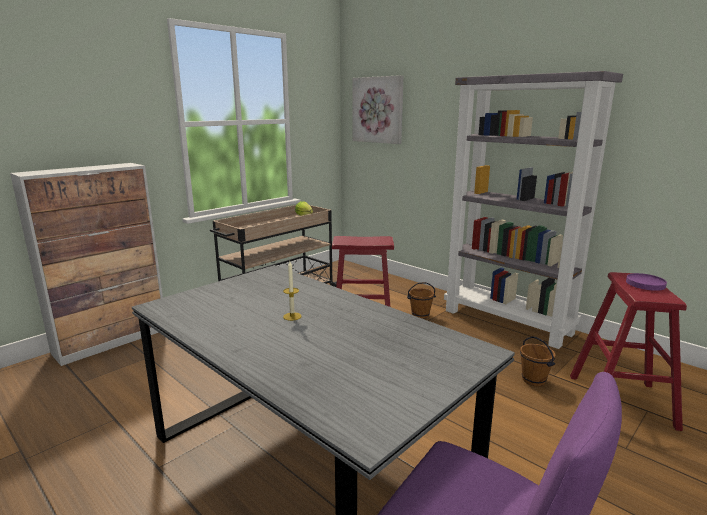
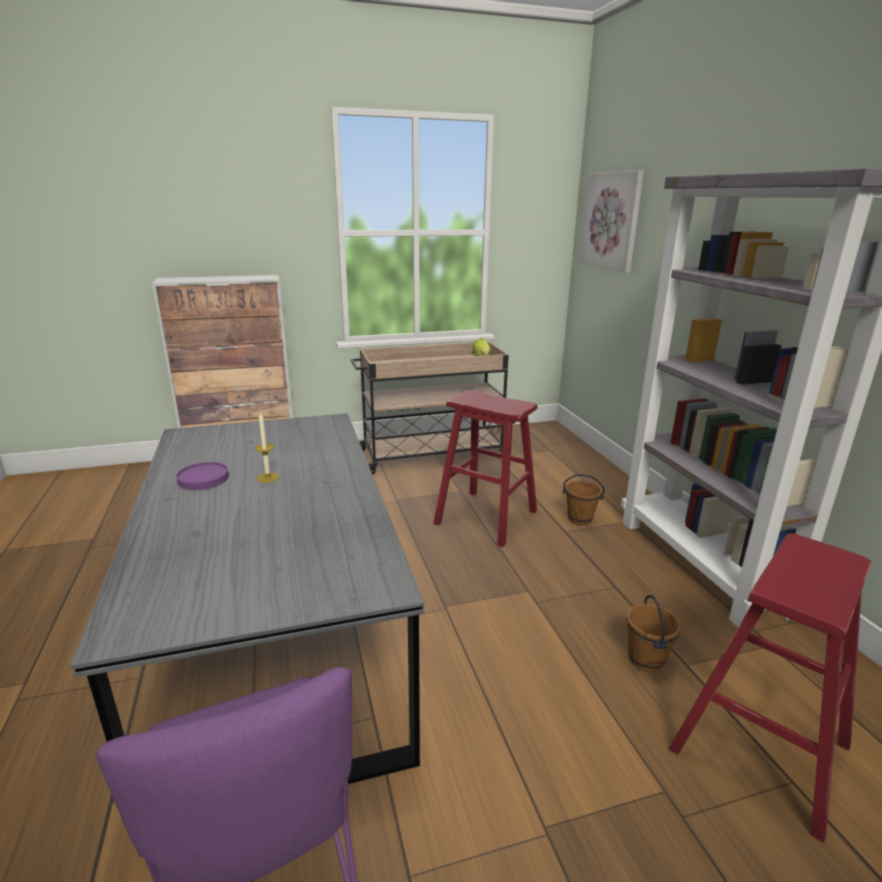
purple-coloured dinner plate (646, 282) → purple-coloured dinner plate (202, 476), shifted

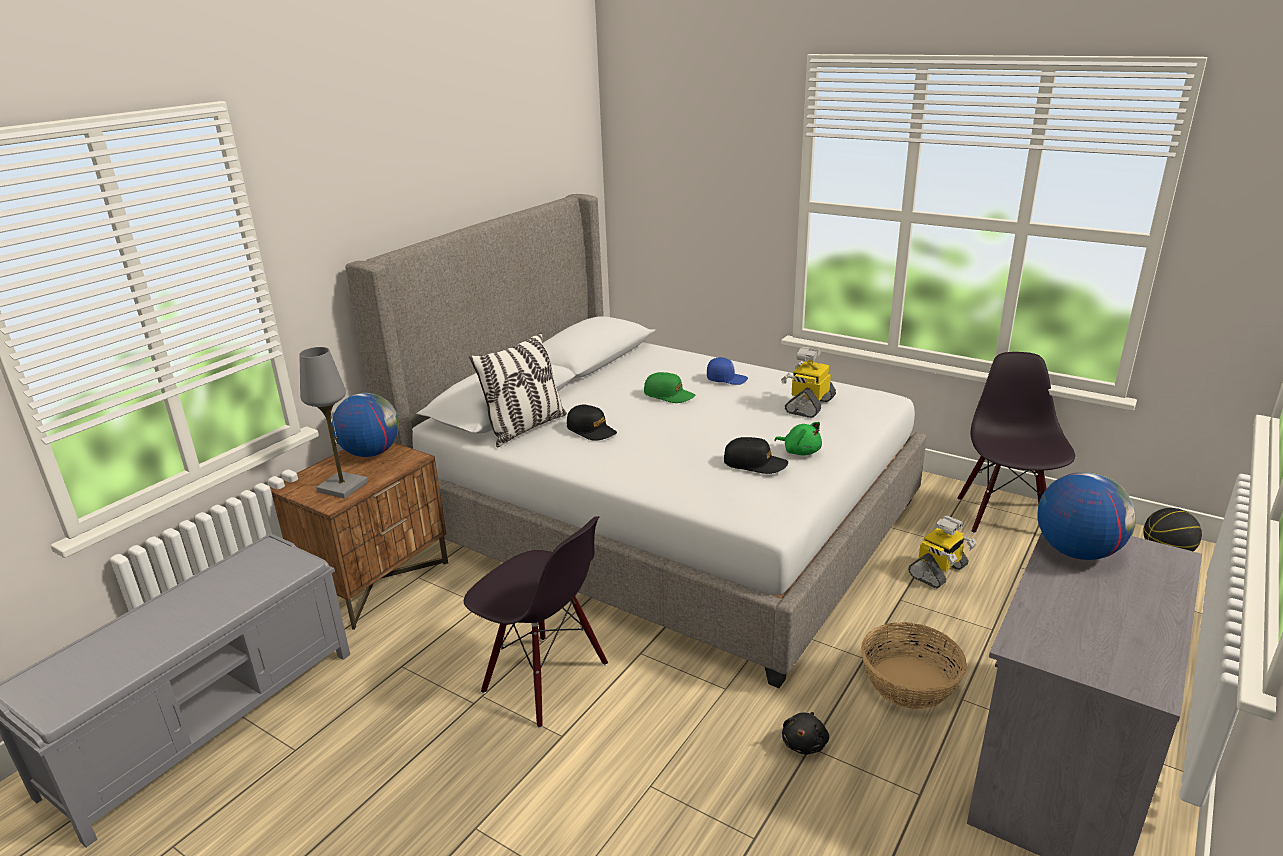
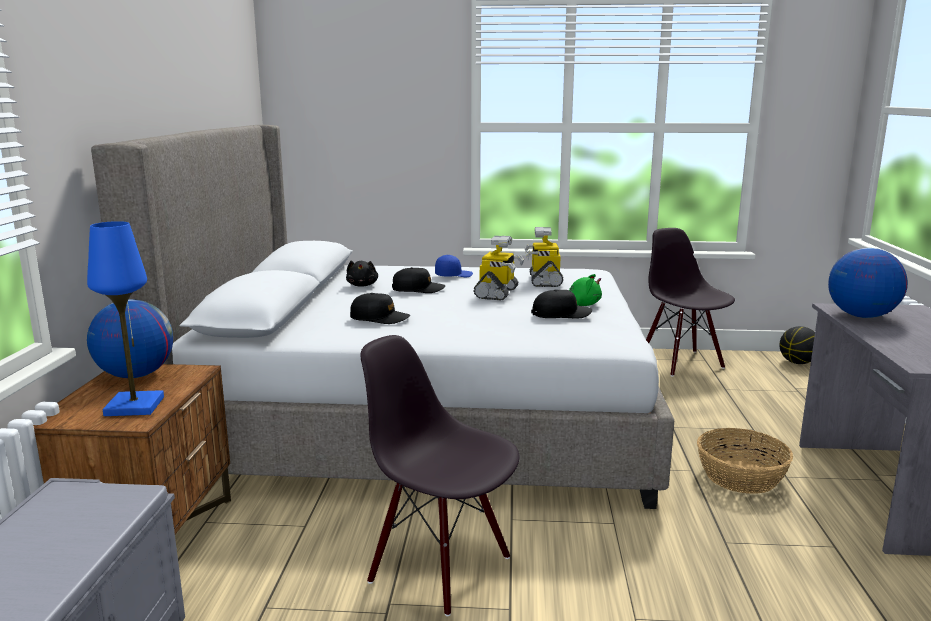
pillow (518, 389) → -
gray lamp for a table (334, 423) → bluish lamp for a table (125, 318)
green-coloured baseball cap (669, 387) → black baseball cap (418, 280)
model robot (942, 551) → model robot (498, 268), shifted
black chair (536, 622) → black chair (440, 475), 150 degrees counterclockwise
black soft toy (805, 733) → black soft toy (362, 274), shifted

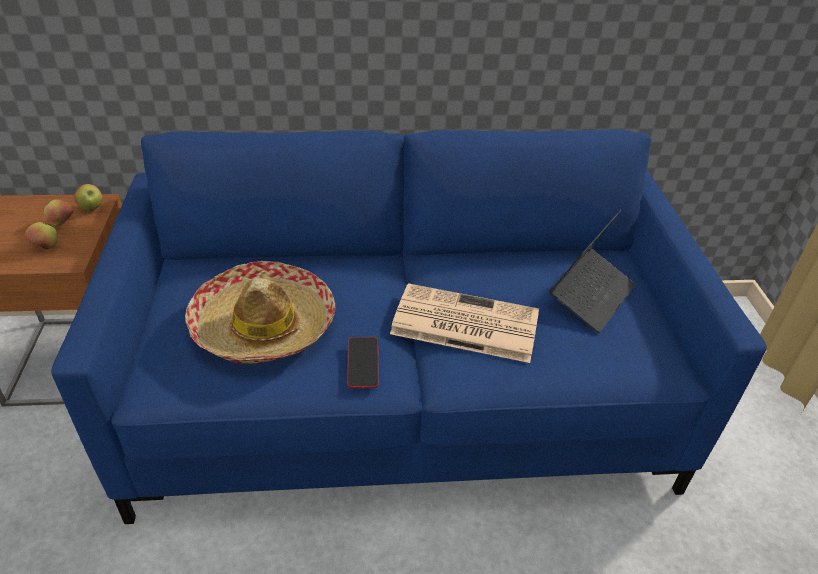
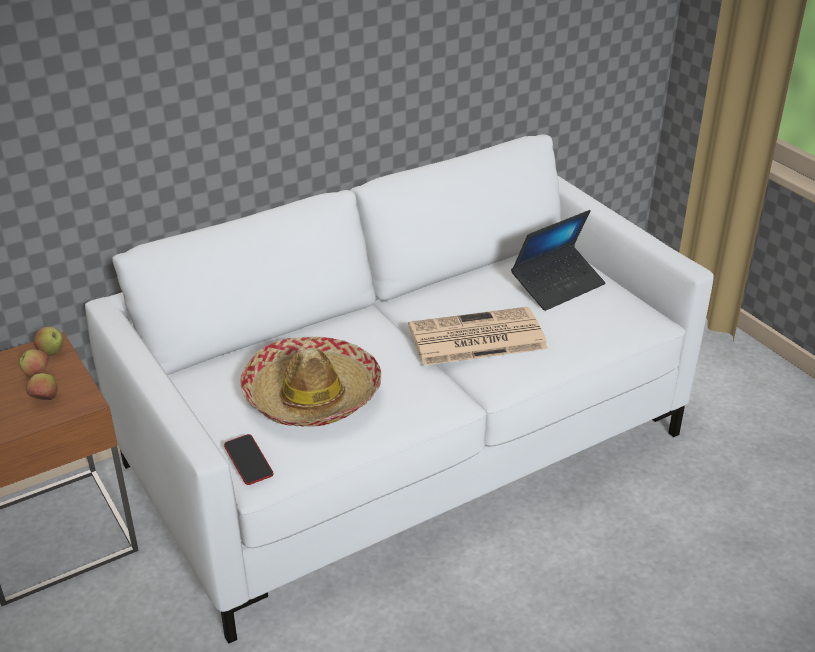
bluish settee (409, 326) → whitish settee (399, 389)
laptop (592, 271) → laptop (558, 260), 45 degrees clockwise
handset (363, 362) → handset (248, 459), shifted

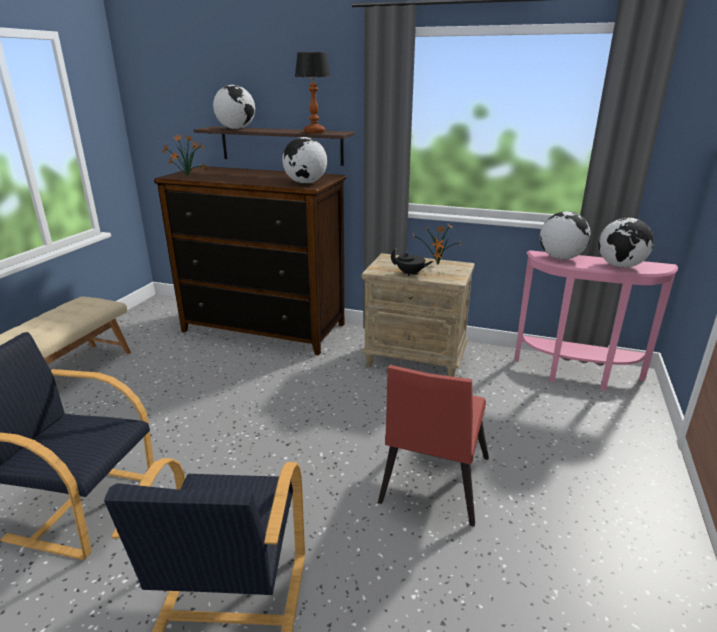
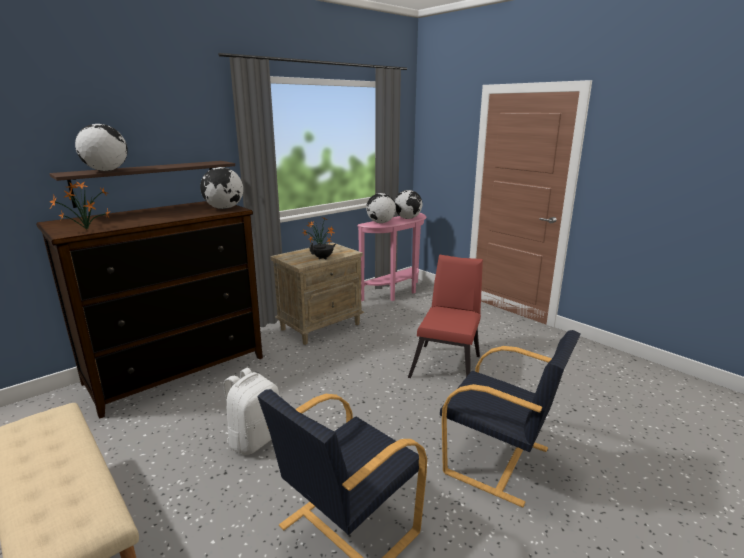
lamp for a table (313, 92) → -
reddish chair (433, 446) → reddish chair (445, 316), 120 degrees counterclockwise
- → whitish rucksack (251, 411)

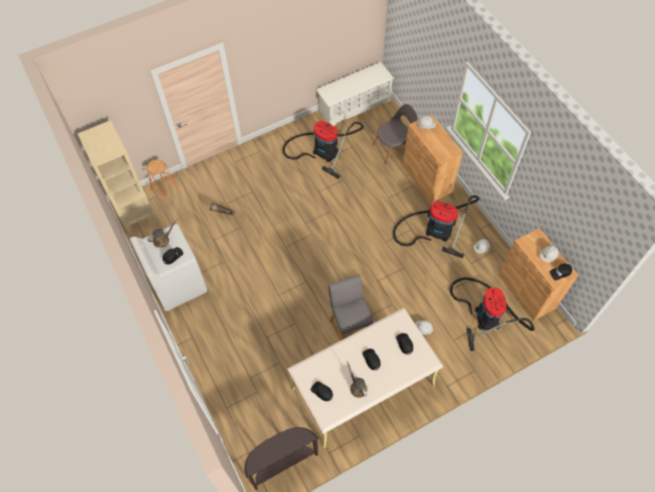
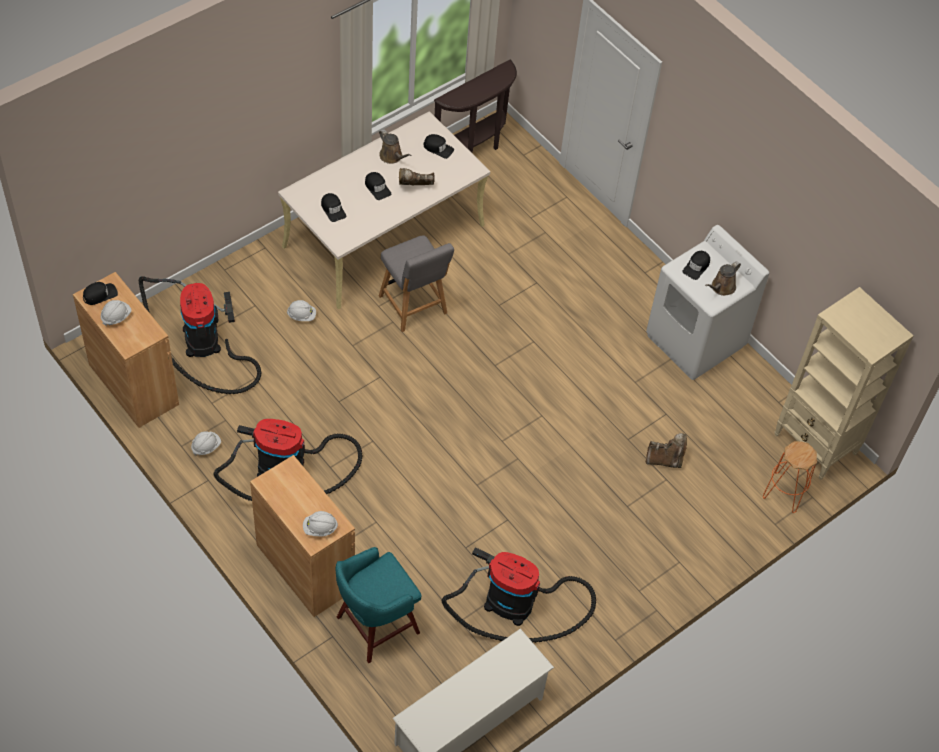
gray chair (395, 134) → turquoise-coloured sitting stool (378, 605)
- → brown-coloured tall boot (417, 176)

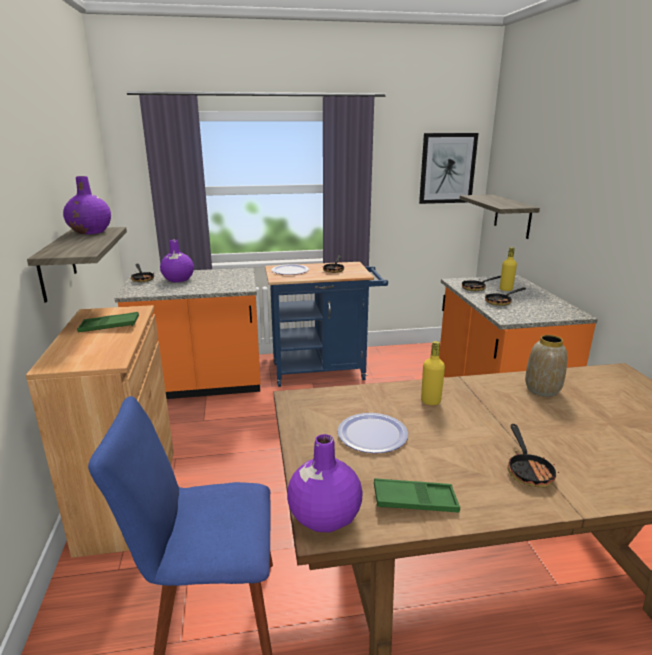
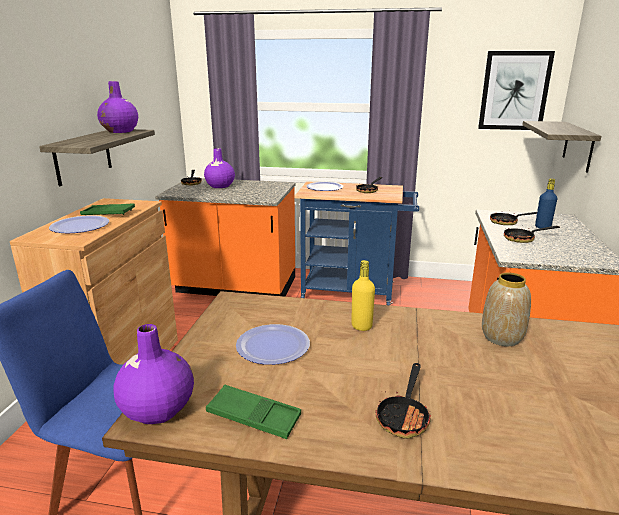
yellow-coloured beverage bottle (508, 269) → bluish beverage bottle (546, 203)
- → dinner plate (79, 224)

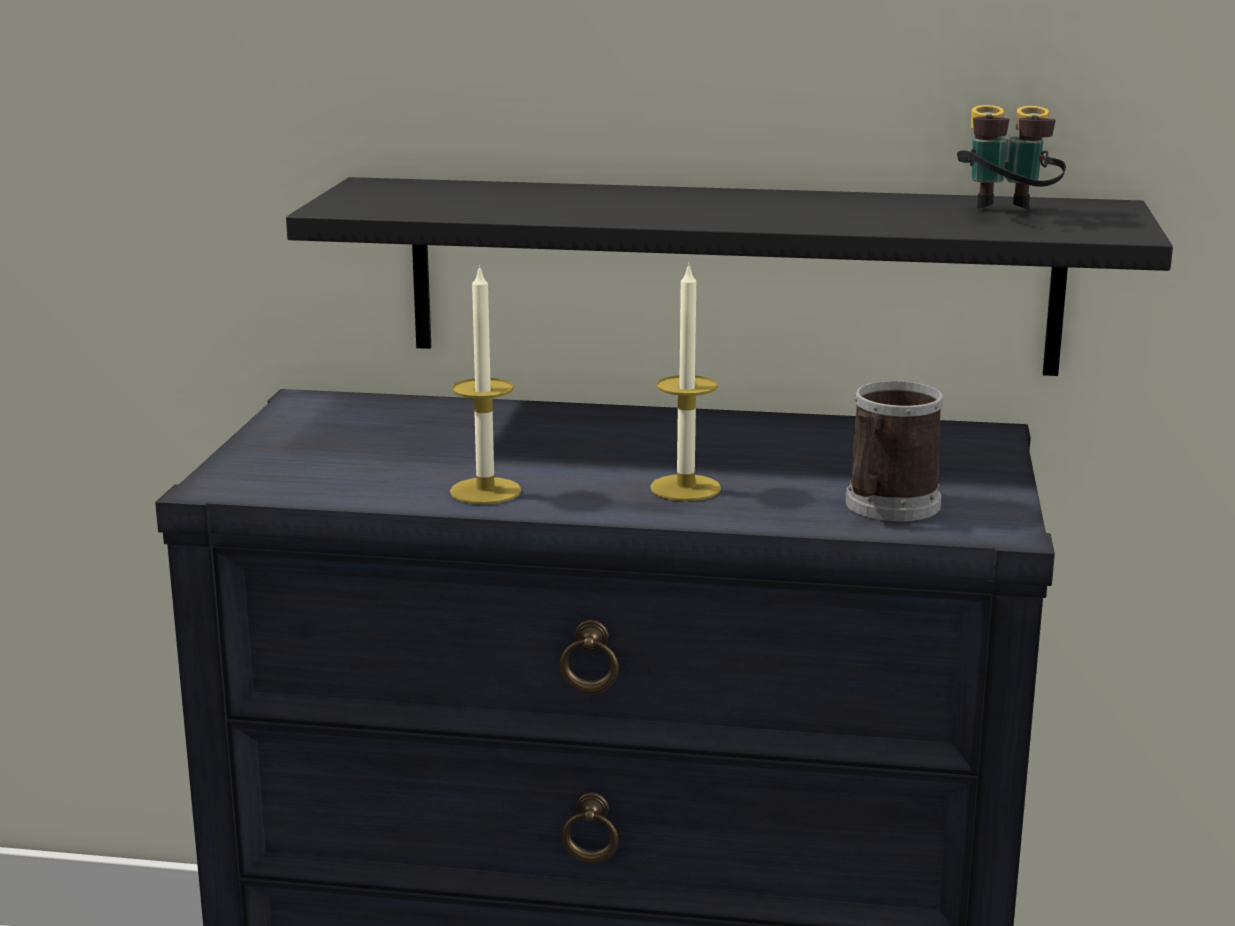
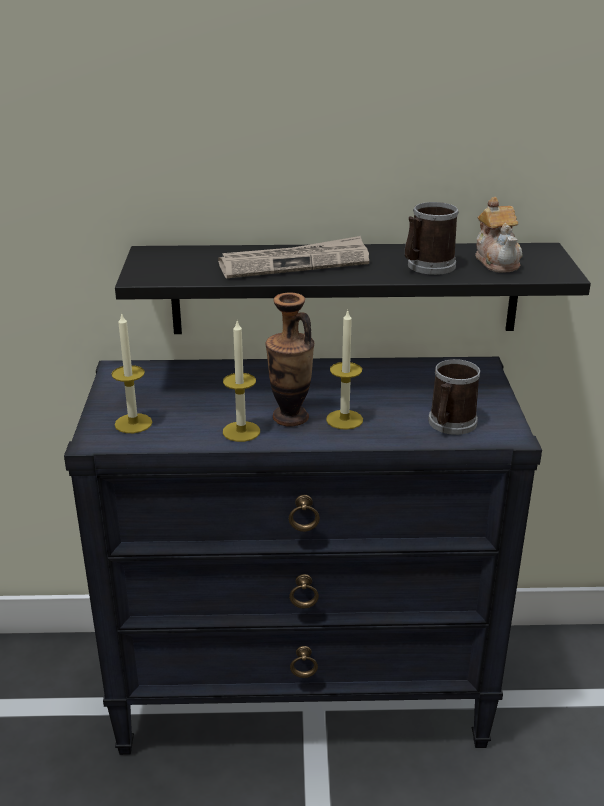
field glasses (1011, 157) → pot for tea (499, 234)
- → coffee mug (432, 238)
- → daily paper (293, 257)
- → vase (290, 359)
- → wax light (131, 372)

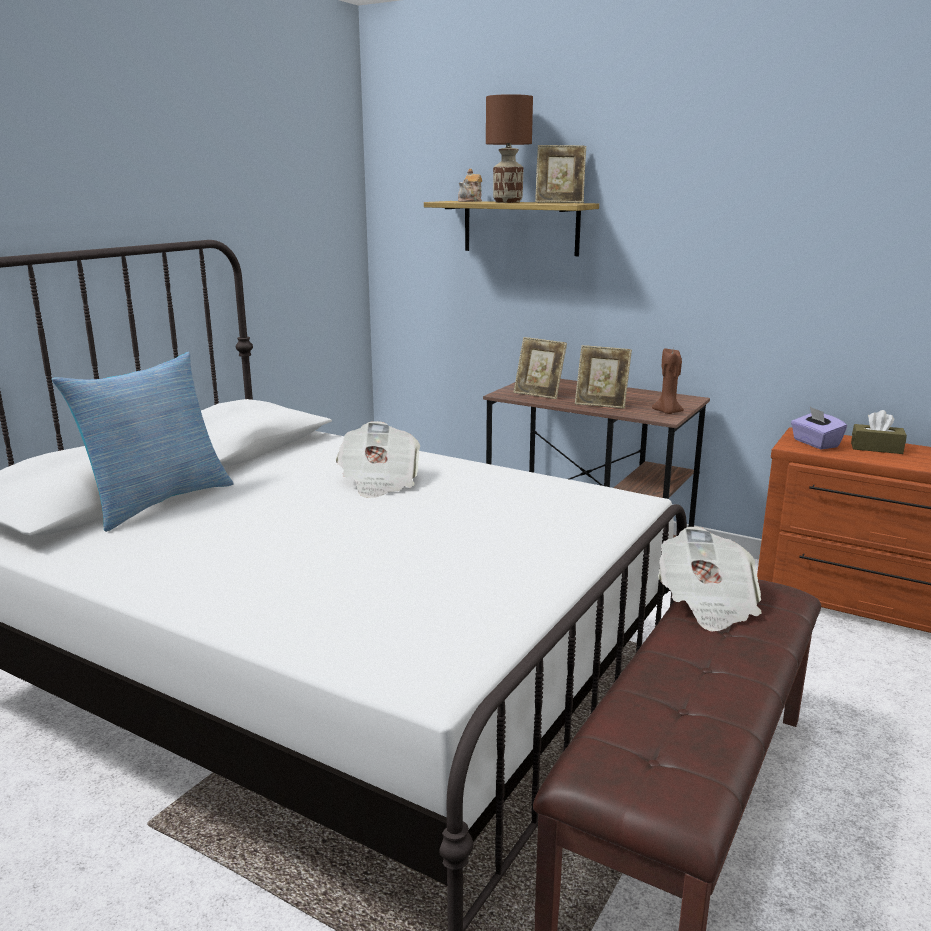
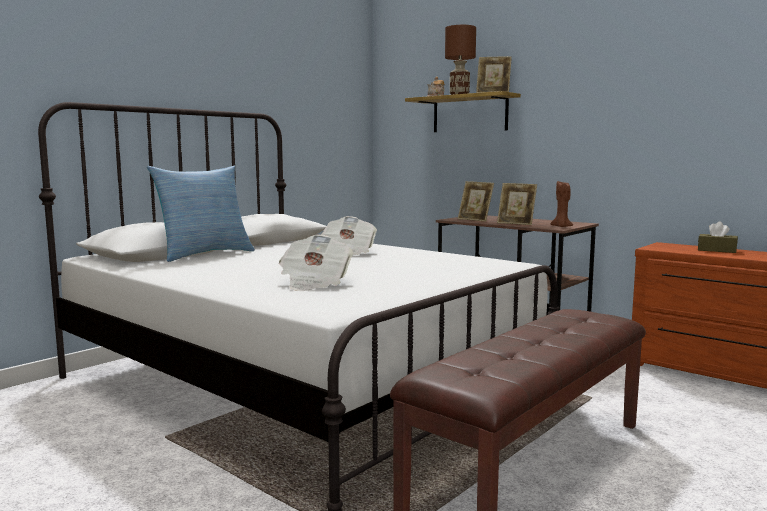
purple-coloured tissue box (819, 428) → -
daily paper (710, 579) → daily paper (316, 263), shifted

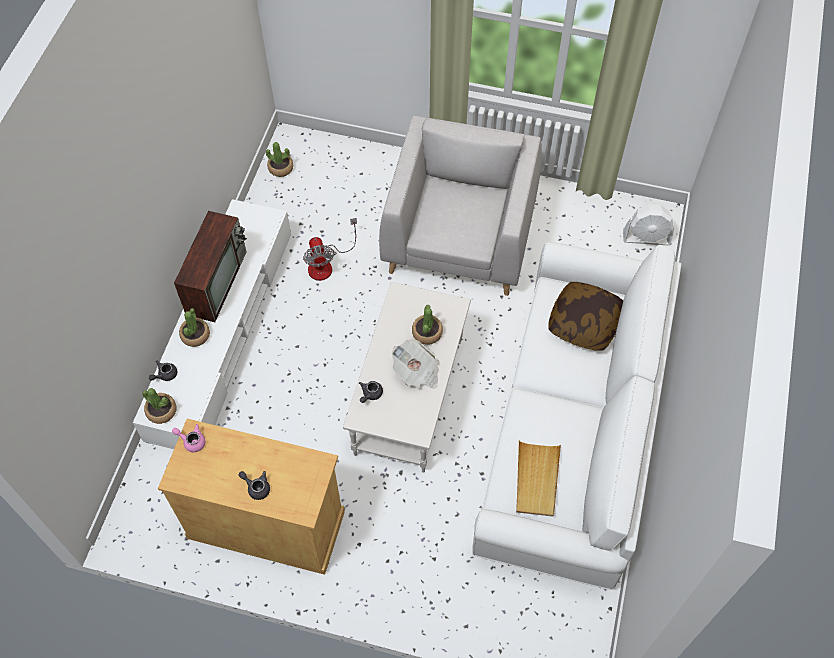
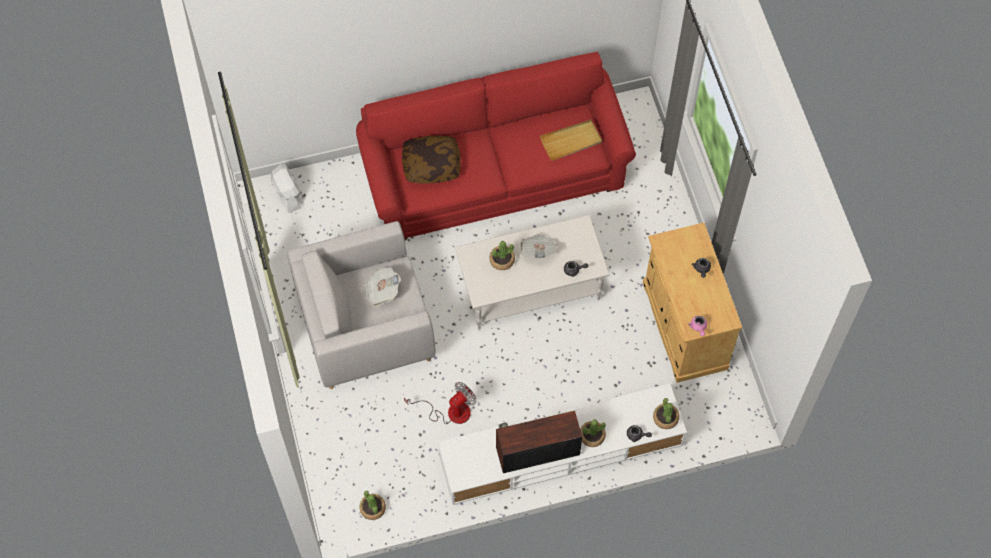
whitish settee (576, 415) → reddish settee (496, 146)
- → daily paper (380, 287)

